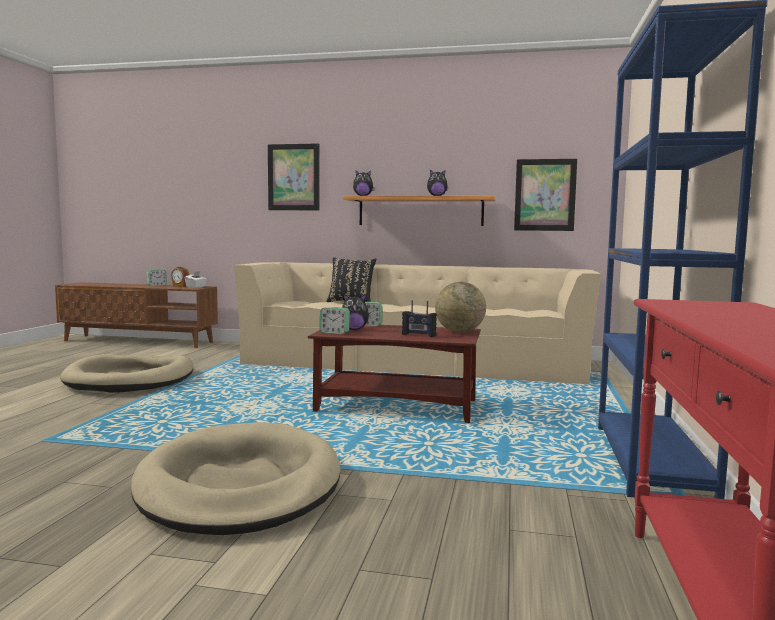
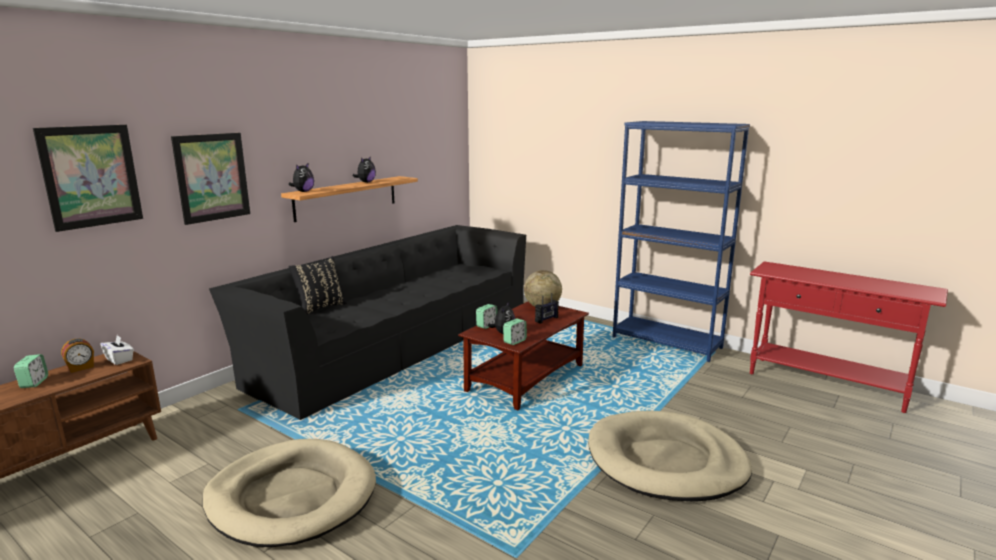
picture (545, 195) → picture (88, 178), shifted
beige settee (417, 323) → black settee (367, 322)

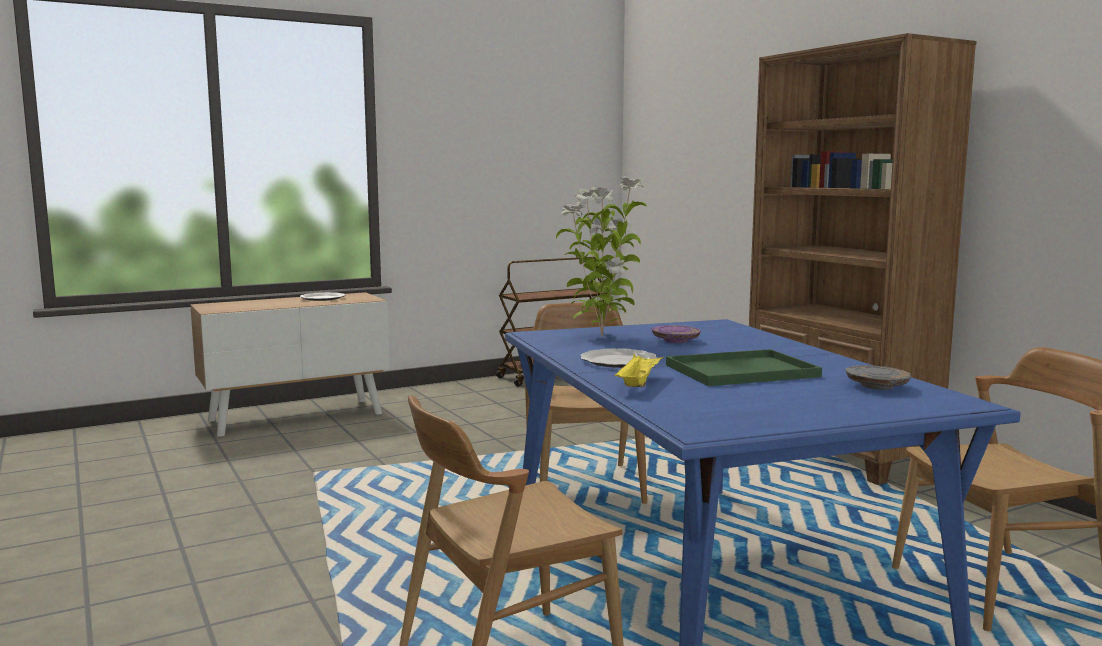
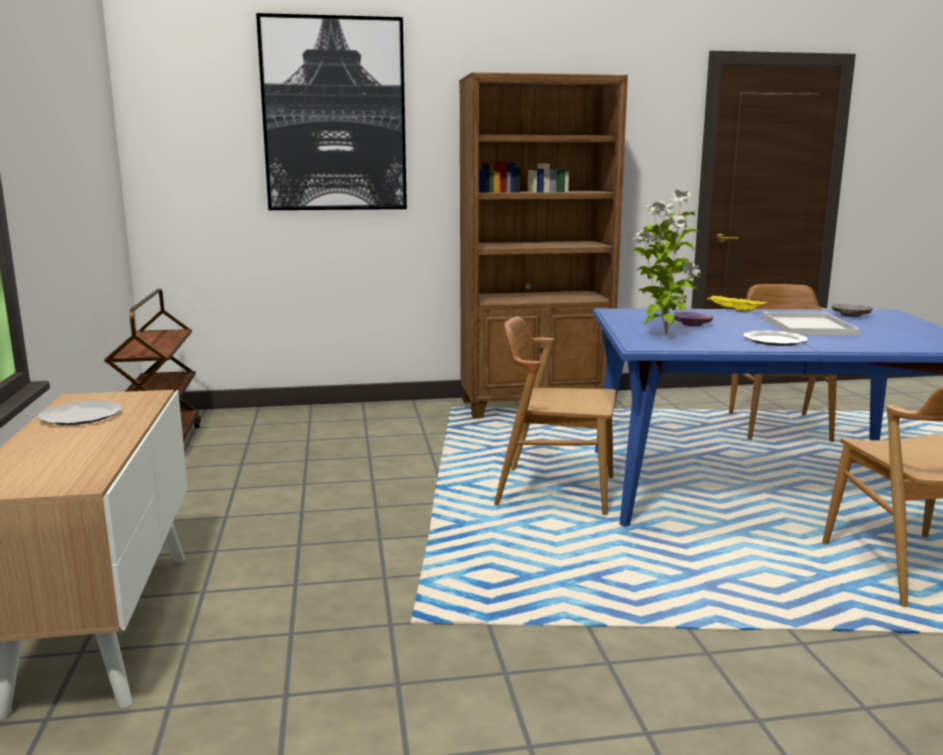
green-coloured serving tray (744, 367) → whitish serving tray (811, 324)
yellow-coloured serving tray (639, 370) → yellow-coloured serving tray (737, 303), shifted
- → picture (331, 111)

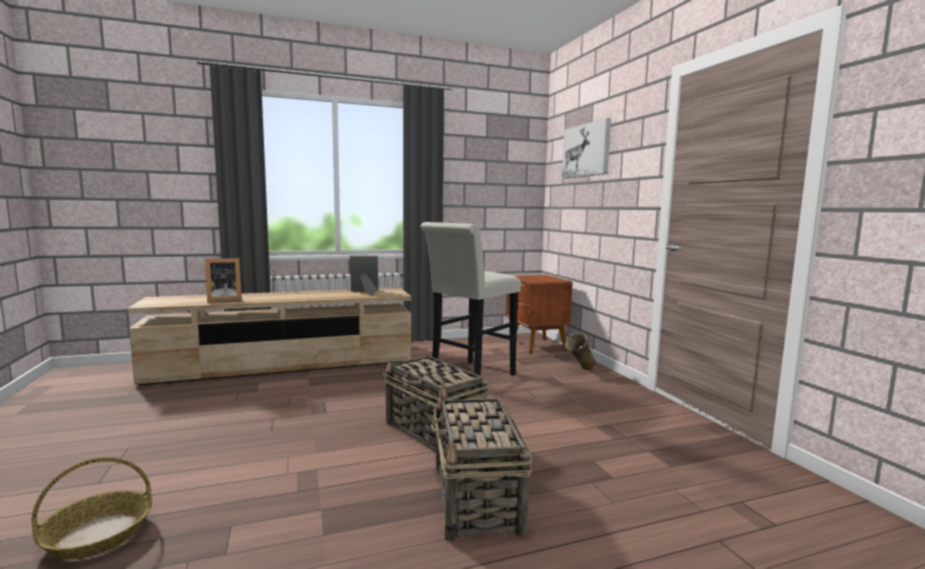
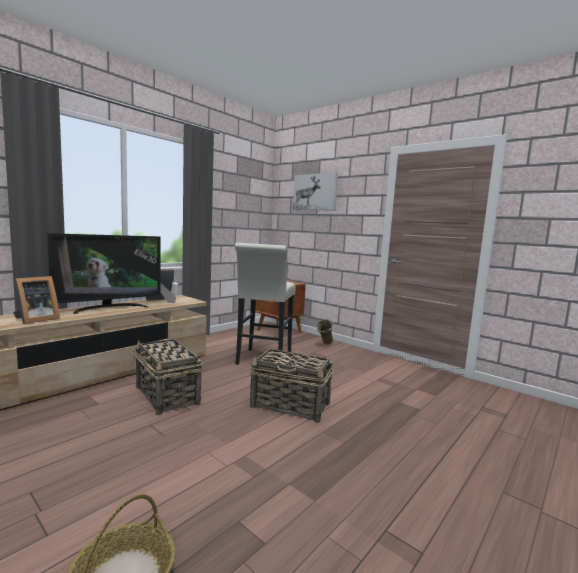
storage basket (481, 467) → storage basket (168, 377), shifted
- → TV set (104, 273)

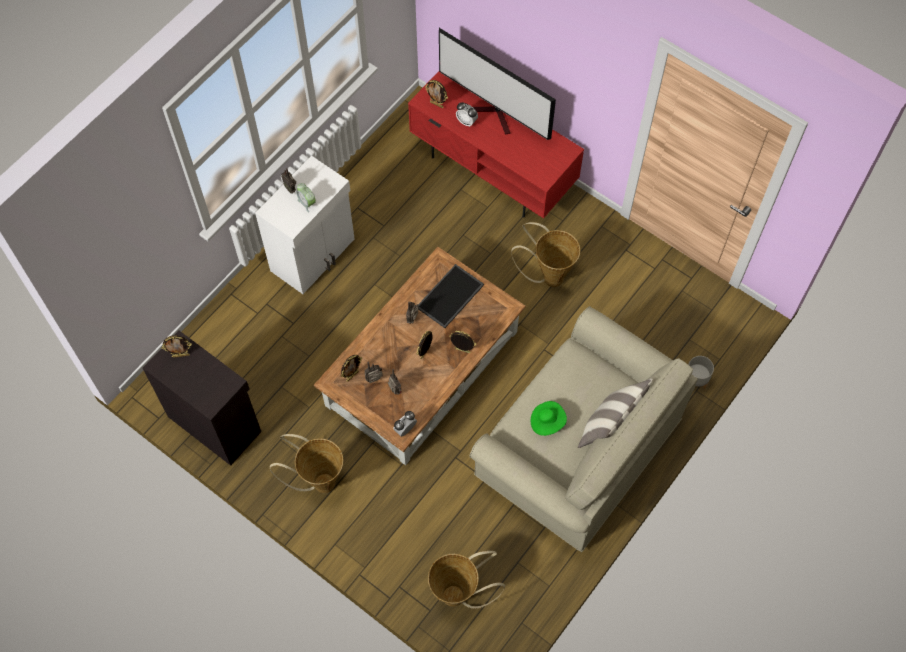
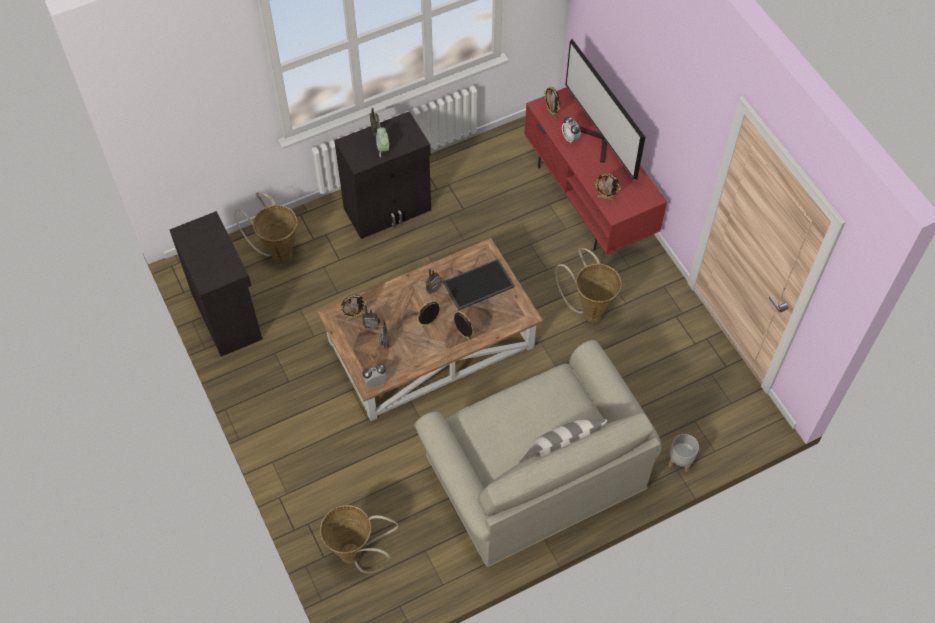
whitish cupboard (305, 225) → black cupboard (382, 175)
standing frame (176, 346) → standing frame (607, 187), shifted
green-coloured hat (549, 418) → -
storage basket (306, 463) → storage basket (265, 228), shifted

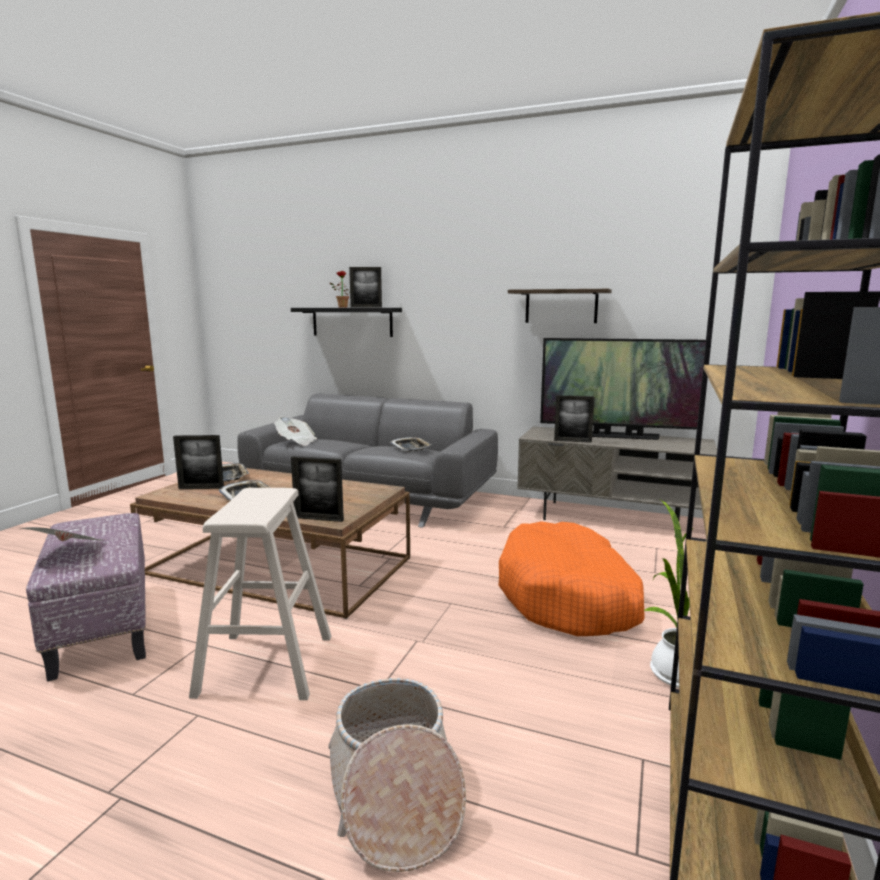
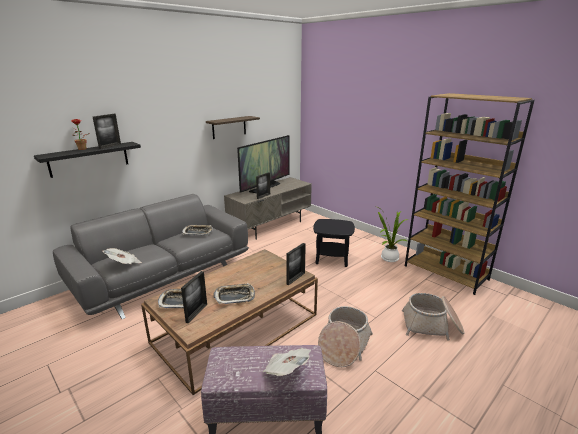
beige sitting stool (260, 594) → storage basket (345, 336)
orangey dog bed (571, 578) → black end table (334, 243)

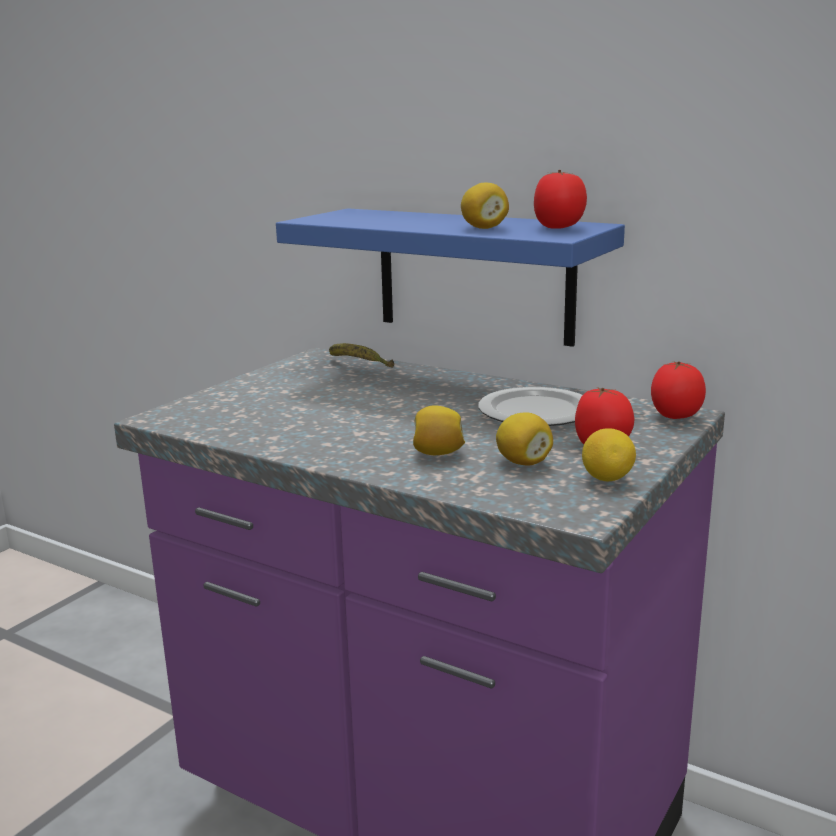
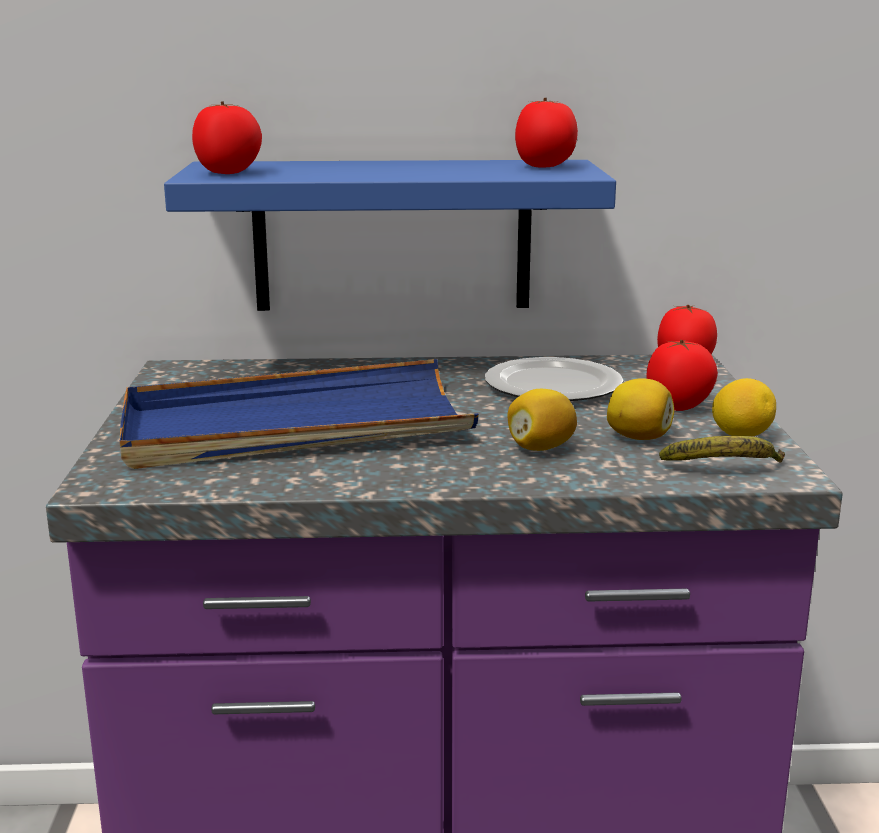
lemon (485, 206) → -
whole banana (361, 355) → whole banana (722, 449), shifted
- → fresh tomato (227, 137)
- → bluish serving tray (299, 414)

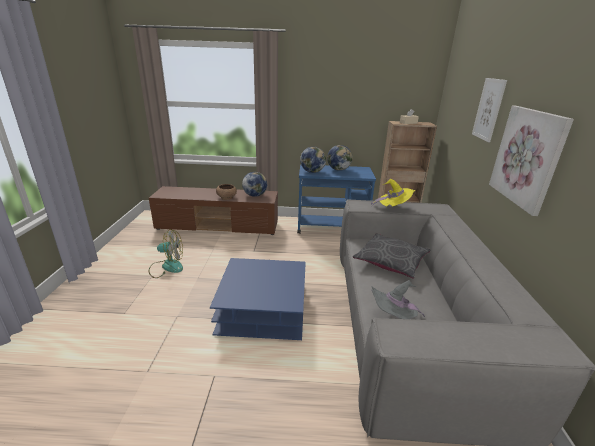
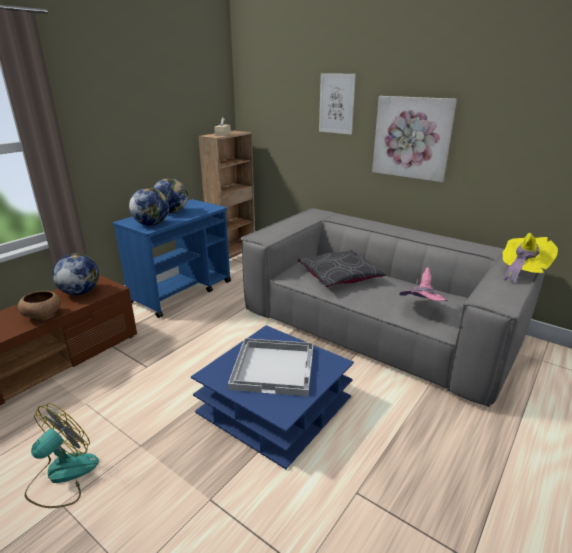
yellow-coloured hat (393, 193) → yellow-coloured hat (530, 258), shifted
gray hat (398, 299) → pinkish hat (423, 284)
- → whitish serving tray (270, 367)

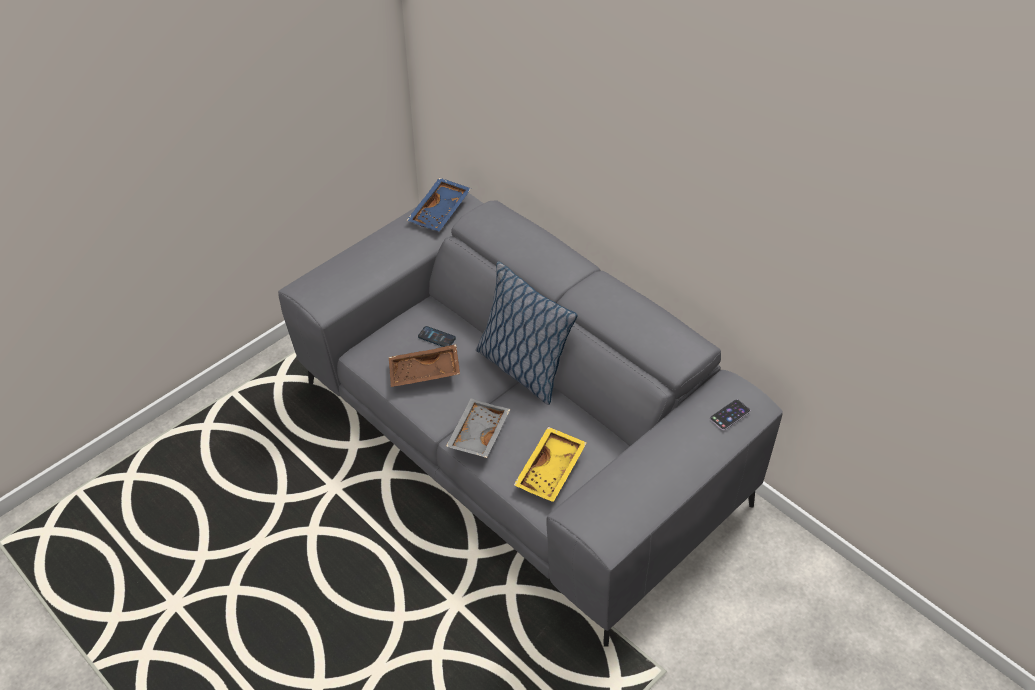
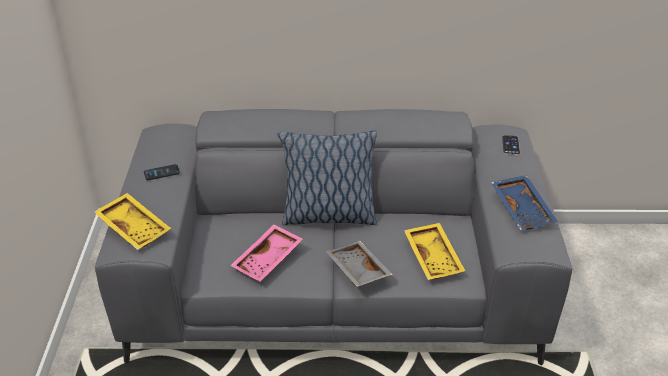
bluish serving tray (439, 204) → bluish serving tray (524, 202), shifted
handset (437, 336) → handset (162, 172), shifted
brown-coloured serving tray (424, 365) → pinkish serving tray (266, 252)
- → yellow-coloured serving tray (132, 221)

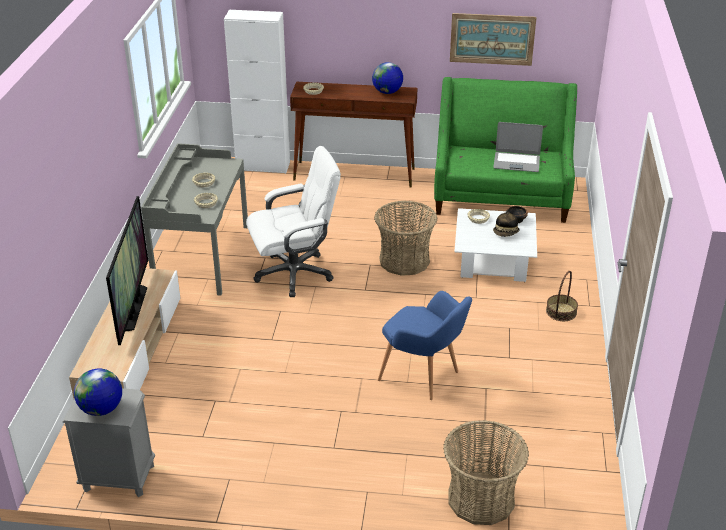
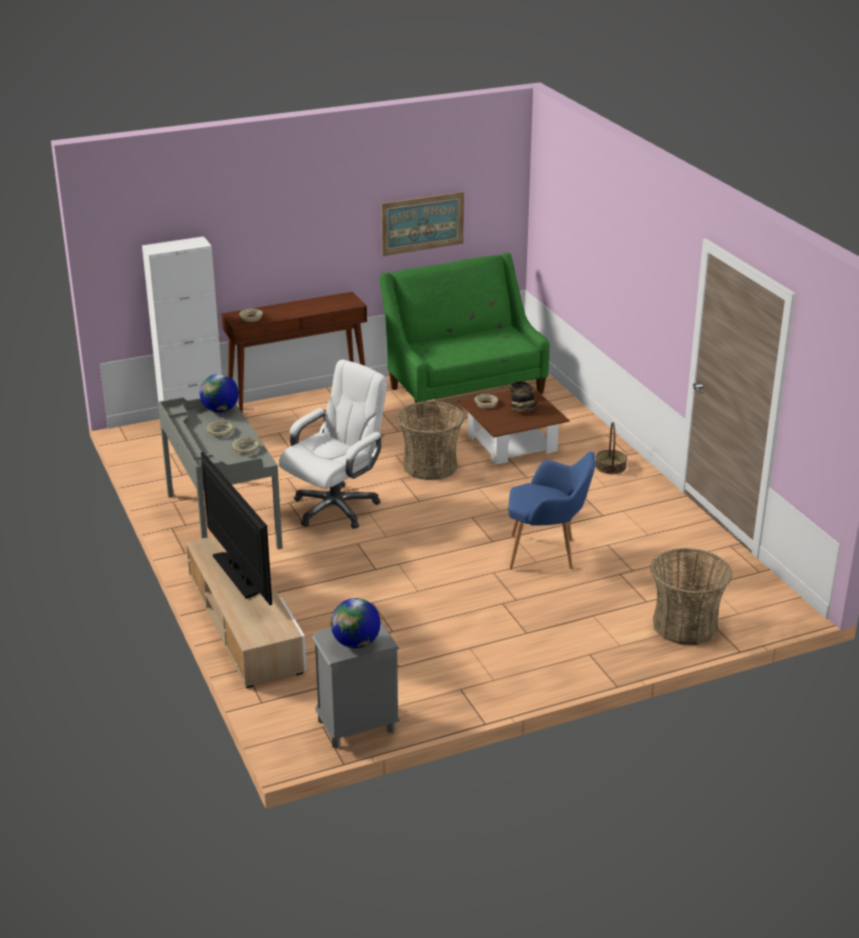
globe (387, 78) → globe (219, 393), shifted
laptop (518, 147) → -
whitish lounge table (495, 245) → brown-coloured lounge table (514, 425)

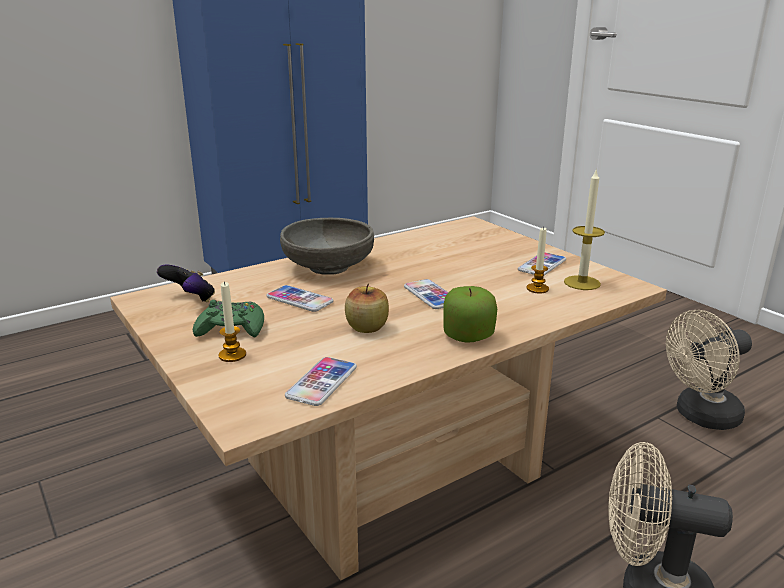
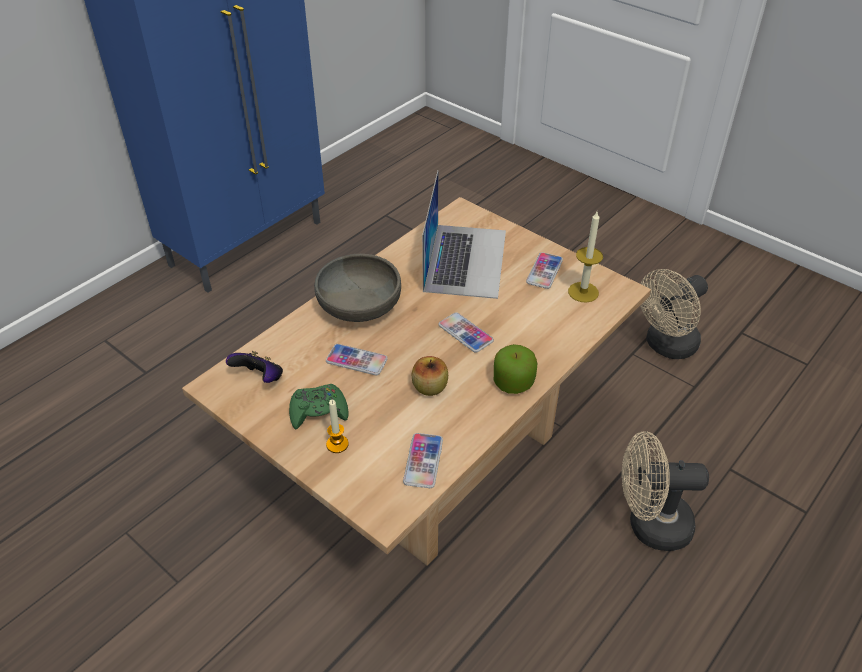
wax light (538, 260) → -
- → laptop (464, 234)

